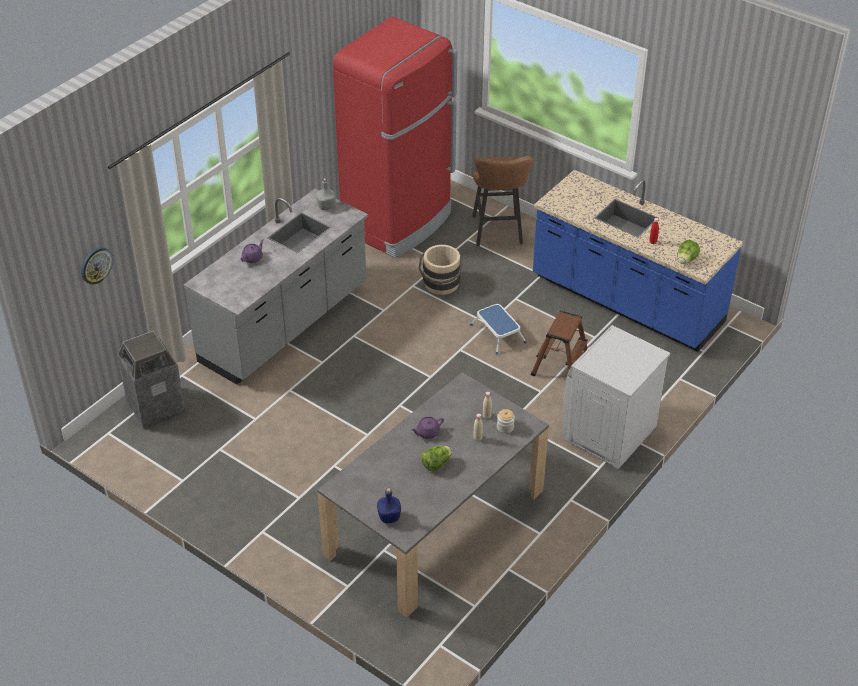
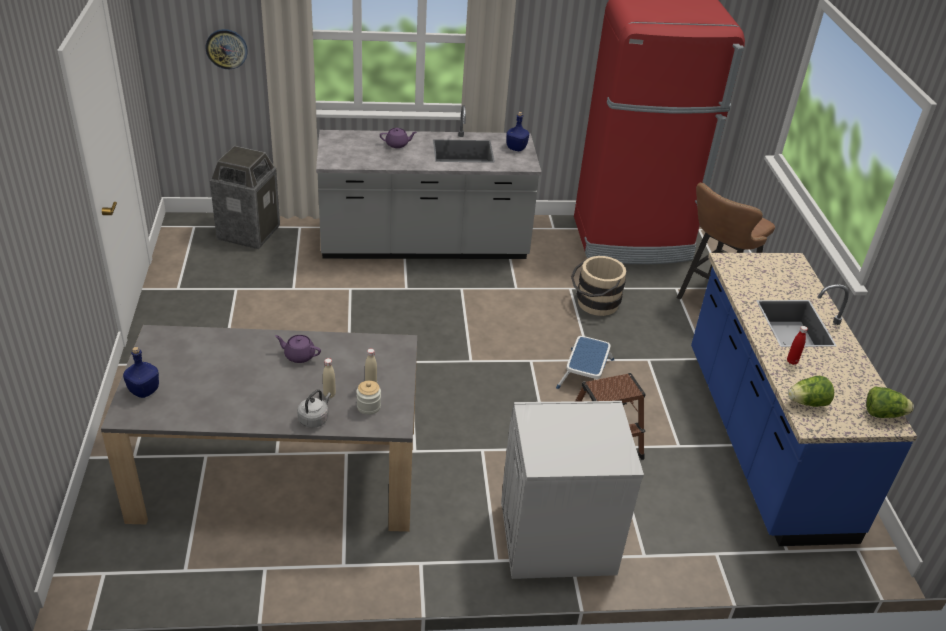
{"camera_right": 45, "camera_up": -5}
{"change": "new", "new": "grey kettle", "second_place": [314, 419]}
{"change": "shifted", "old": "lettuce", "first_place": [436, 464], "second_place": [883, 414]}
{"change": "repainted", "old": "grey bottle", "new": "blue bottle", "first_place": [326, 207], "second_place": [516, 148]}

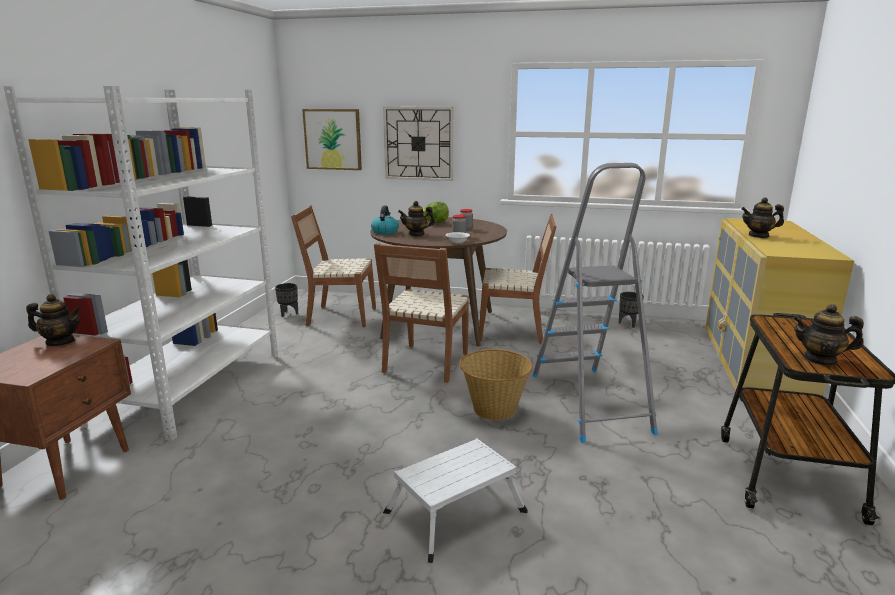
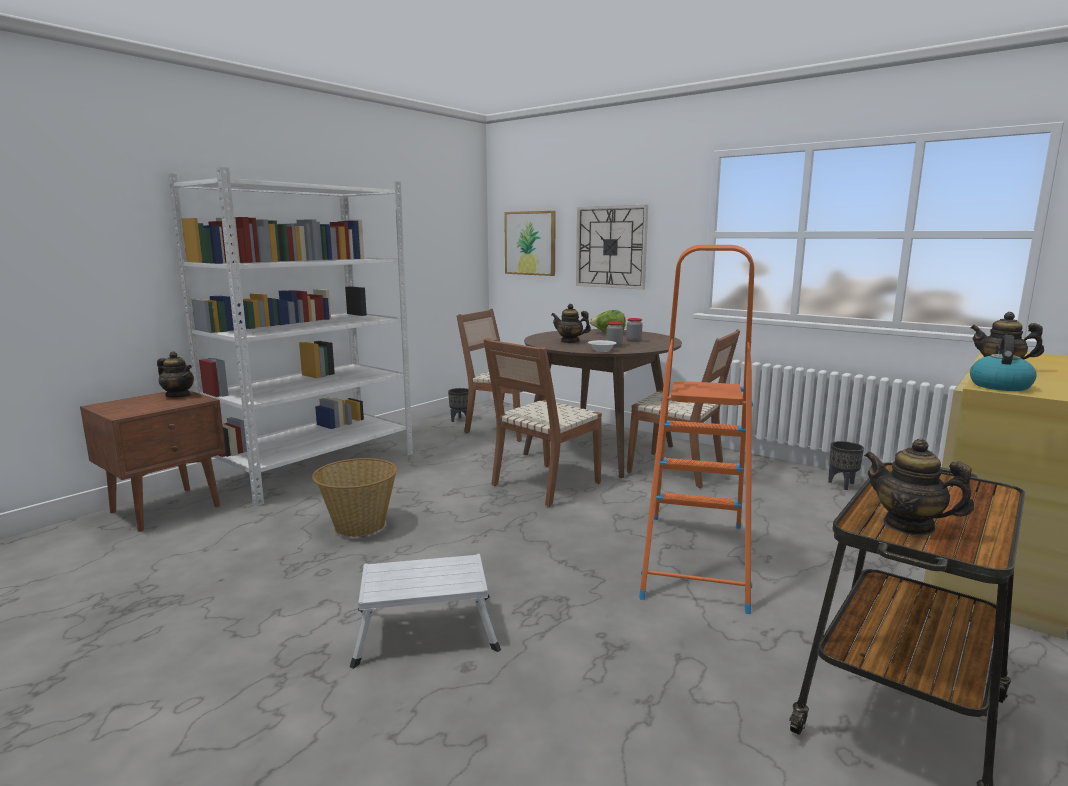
{"camera_right": 25, "camera_up": -5}
{"change": "shifted", "old": "kettle", "first_place": [385, 231], "second_place": [999, 386]}
{"change": "shifted", "old": "basket", "first_place": [494, 409], "second_place": [359, 525]}
{"change": "repainted", "old": "grey step ladder", "new": "orange step ladder", "first_place": [588, 401], "second_place": [695, 557]}

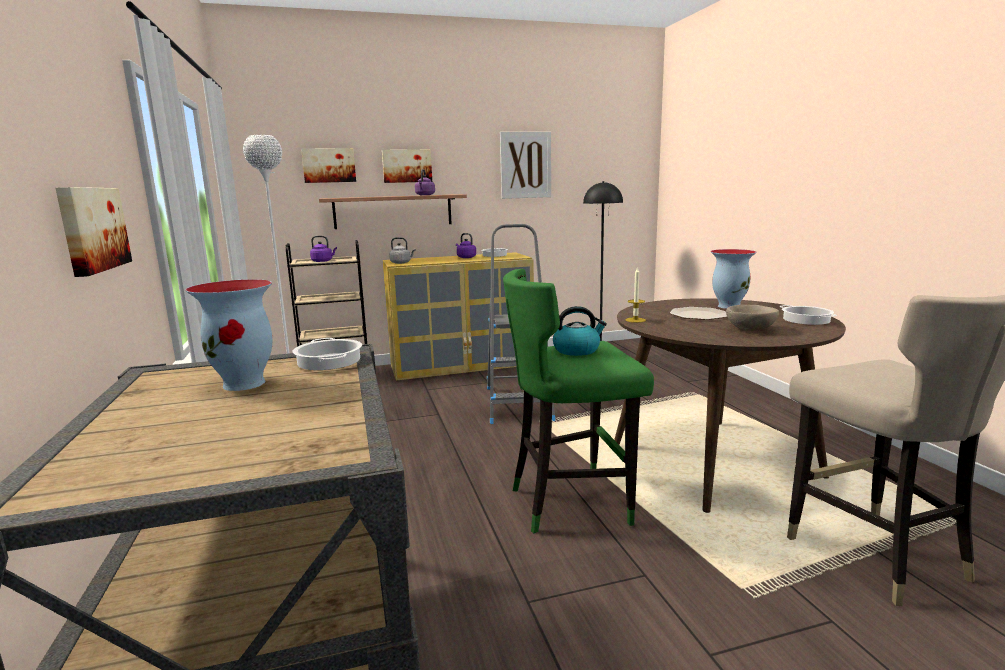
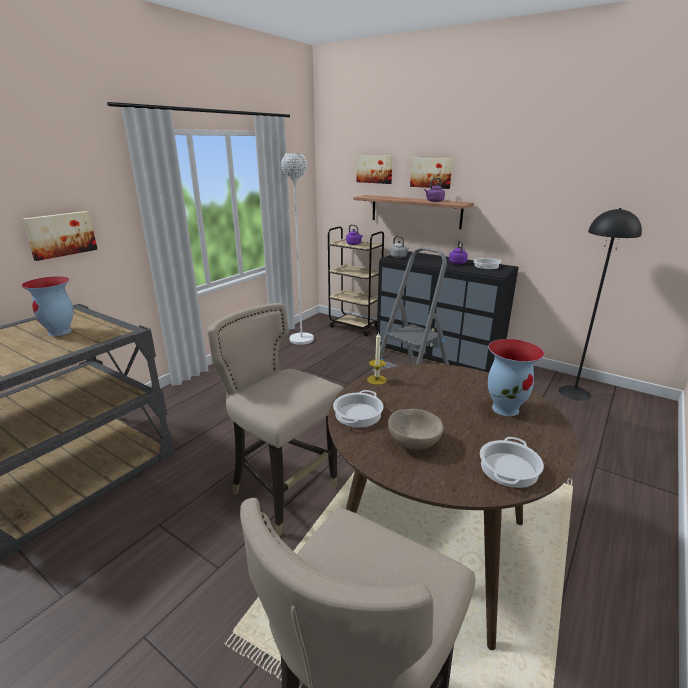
{"camera_right": 50, "camera_up": 10}
{"change": "gone", "old": "picture", "first_place": [525, 165]}
{"change": "gone", "old": "kettle", "first_place": [577, 350]}
{"change": "gone", "old": "plate", "first_place": [699, 315]}
{"change": "shifted", "old": "cooking pot", "first_place": [330, 361], "second_place": [358, 414]}
{"change": "repainted", "old": "yellow cabinet", "new": "black cabinet", "first_place": [462, 365], "second_place": [438, 353]}
{"change": "repainted", "old": "green stool", "new": "beige stool", "first_place": [571, 502], "second_place": [284, 493]}

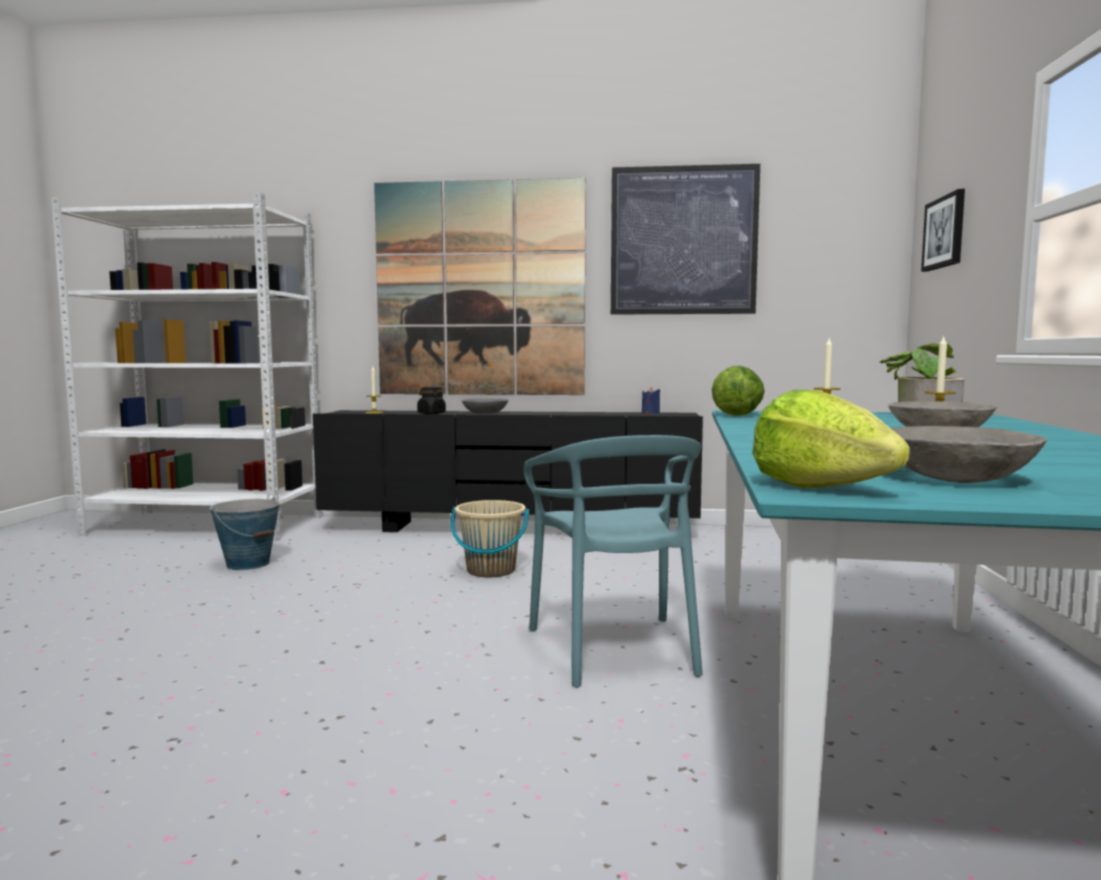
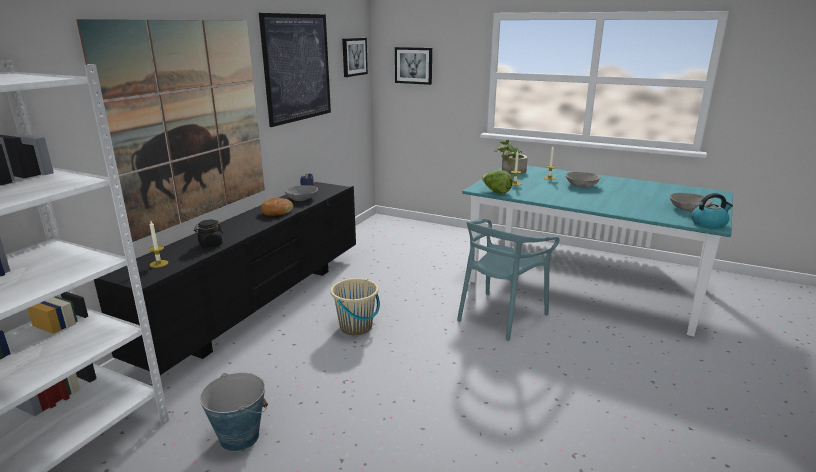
{"camera_right": -70, "camera_up": 15}
{"change": "new", "new": "bread", "second_place": [276, 212]}
{"change": "new", "new": "picture", "second_place": [354, 57]}
{"change": "shifted", "old": "grey bowl", "first_place": [486, 413], "second_place": [302, 199]}
{"change": "swapped", "old": "lettuce", "new": "kettle", "first_place": [820, 487], "second_place": [709, 224]}
{"change": "rotated", "old": "turquoise chair", "first_place": [615, 649], "second_place": [500, 315], "degrees": 120}

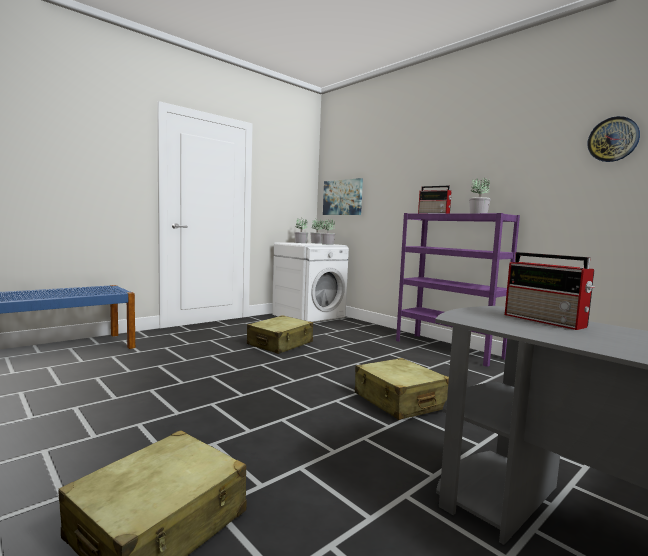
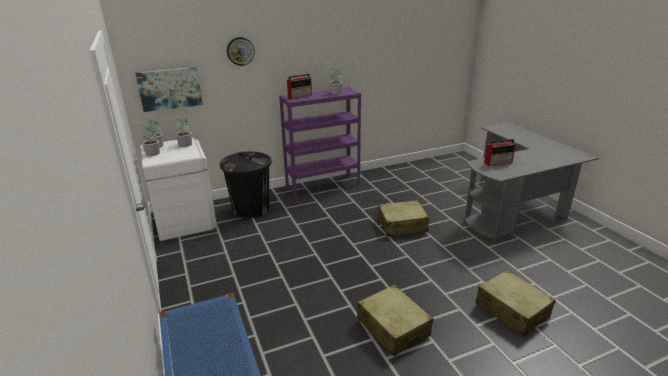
{"camera_right": -70, "camera_up": 20}
{"change": "new", "new": "black trash can", "second_place": [251, 208]}
{"change": "shifted", "old": "beige suitcase", "first_place": [280, 344], "second_place": [393, 327]}
{"change": "shifted", "old": "wall clock", "first_place": [613, 139], "second_place": [240, 51]}

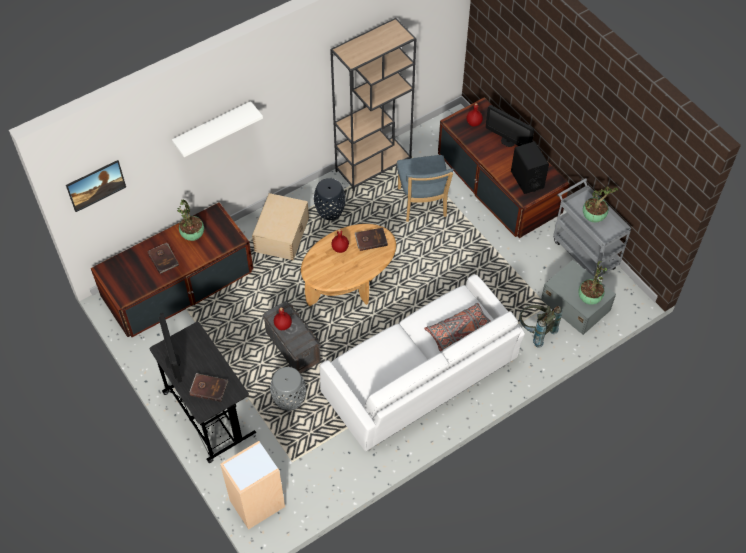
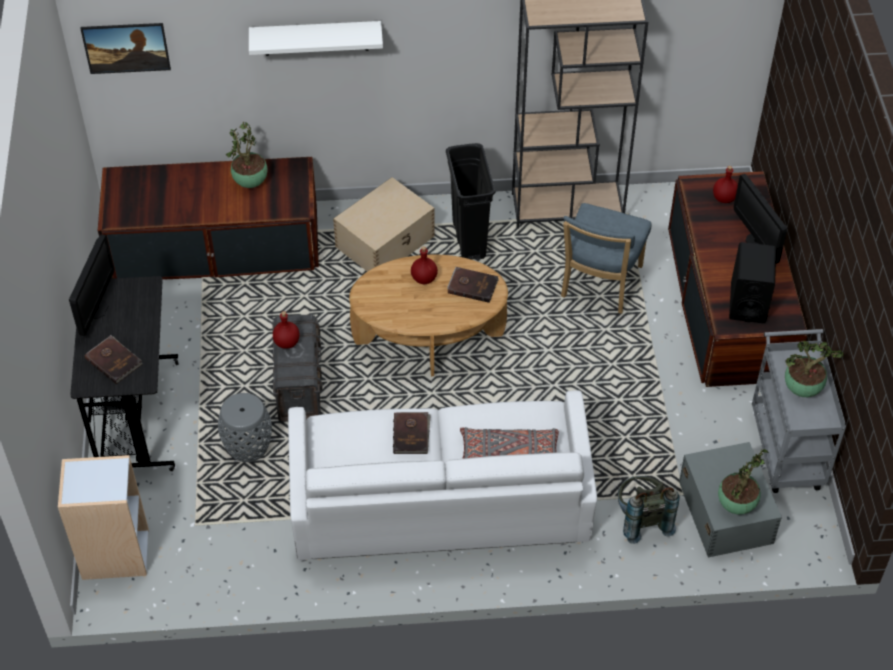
{"camera_right": 30, "camera_up": -5}
{"change": "shifted", "old": "brown book", "first_place": [163, 259], "second_place": [411, 434]}
{"change": "swapped", "old": "black stool", "new": "black trash can", "first_place": [330, 211], "second_place": [468, 239]}

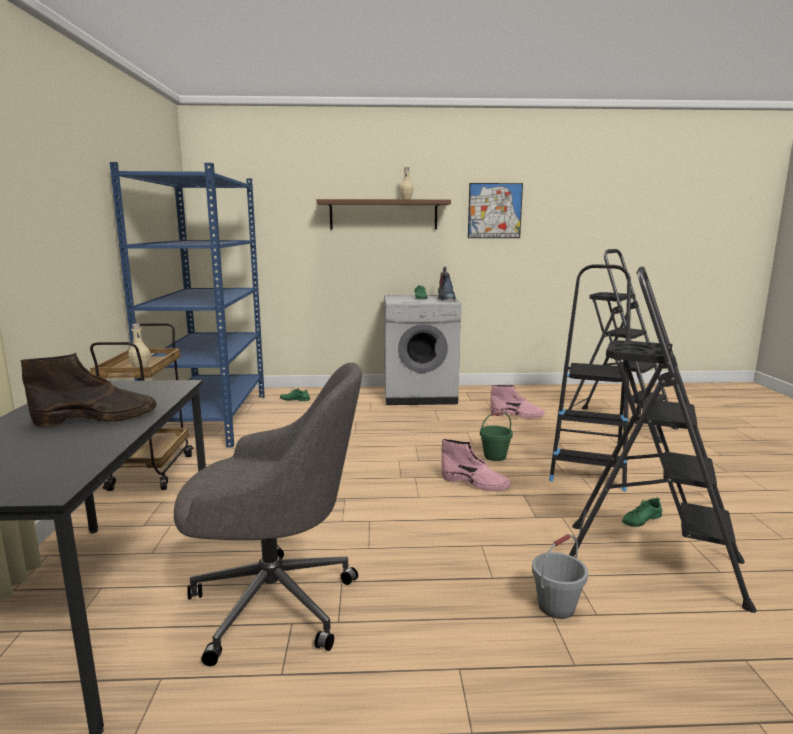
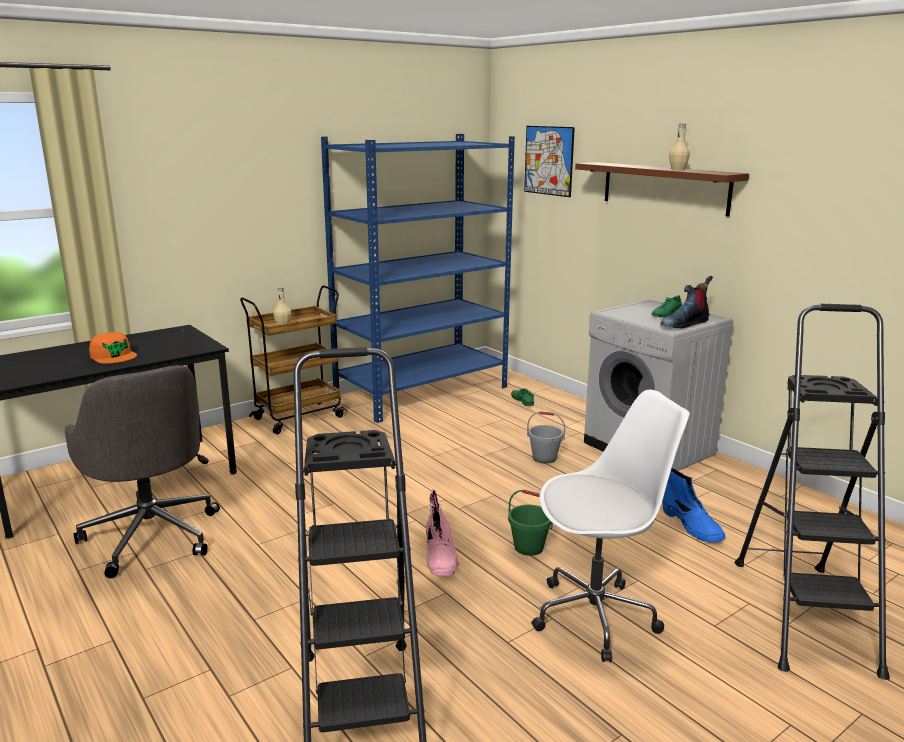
{"camera_right": 55, "camera_up": 5}
{"change": "gone", "old": "green shoe", "first_place": [641, 519]}
{"change": "shifted", "old": "picture", "first_place": [494, 211], "second_place": [548, 160]}
{"change": "shifted", "old": "grey bucket", "first_place": [556, 606], "second_place": [544, 458]}
{"change": "swapped", "old": "brown boot", "new": "orange cap", "first_place": [98, 418], "second_place": [113, 356]}
{"change": "swapped", "old": "black step ladder", "new": "white office chair", "first_place": [587, 463], "second_place": [597, 616]}
{"change": "repainted", "old": "pink boot", "new": "blue boot", "first_place": [517, 415], "second_place": [692, 526]}

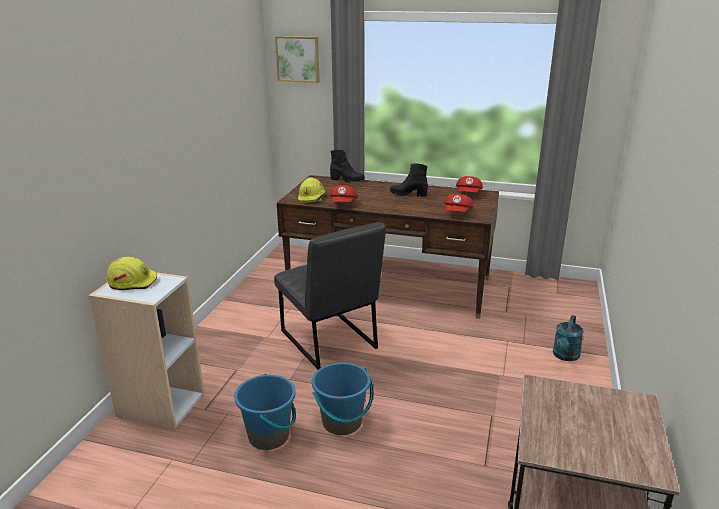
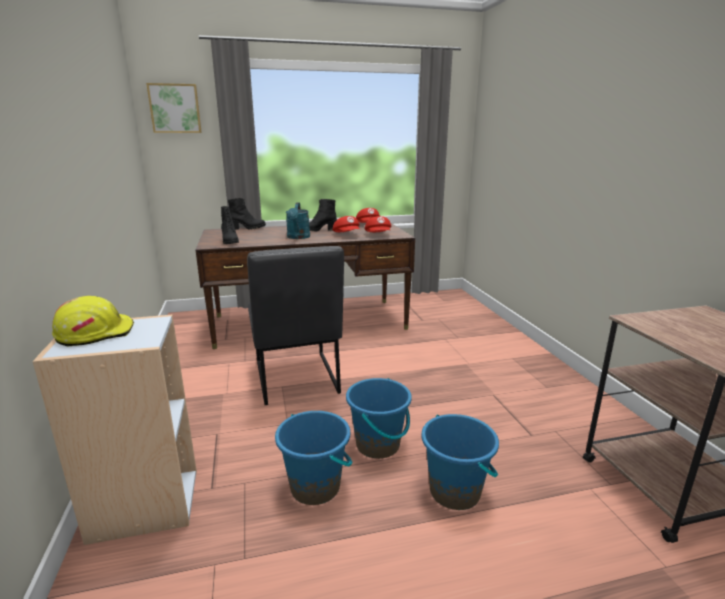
{"camera_right": -30, "camera_up": -5}
{"change": "new", "new": "blue bucket", "second_place": [455, 491]}
{"change": "shifted", "old": "red cap", "first_place": [343, 204], "second_place": [347, 234]}
{"change": "shifted", "old": "turquoise watering can", "first_place": [565, 356], "second_place": [298, 237]}
{"change": "swapped", "old": "yellow hard hat", "new": "black boot", "first_place": [312, 198], "second_place": [229, 242]}
{"change": "rotated", "old": "grey chair", "first_place": [329, 341], "second_place": [296, 378], "degrees": 45}

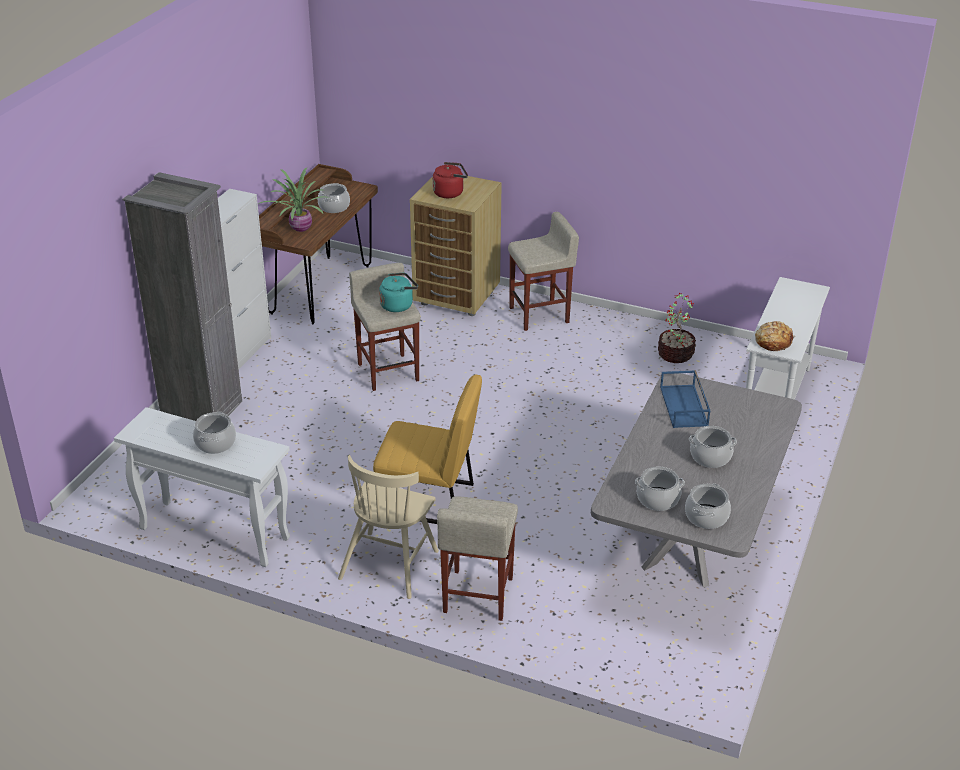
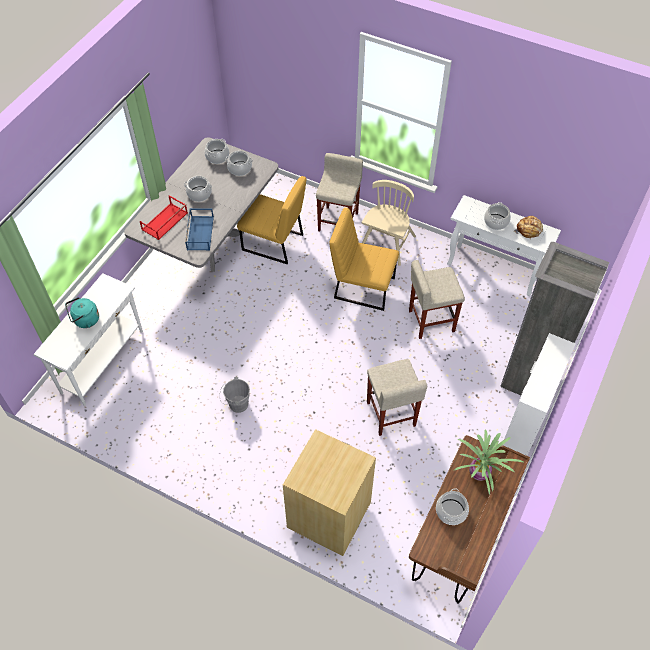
{"camera_right": -175, "camera_up": 20}
{"change": "gone", "old": "red kettle", "first_place": [450, 193]}
{"change": "gone", "old": "potted plant", "first_place": [675, 354]}
{"change": "new", "new": "red tray", "second_place": [165, 222]}
{"change": "new", "new": "grey bucket", "second_place": [236, 404]}
{"change": "new", "new": "yellow chair", "second_place": [274, 243]}
{"change": "shifted", "old": "turquoise kettle", "first_place": [398, 305], "second_place": [85, 320]}
{"change": "shifted", "old": "beige stool", "first_place": [540, 315], "second_place": [430, 321]}
{"change": "shifted", "old": "bread", "first_place": [773, 341], "second_place": [528, 230]}

